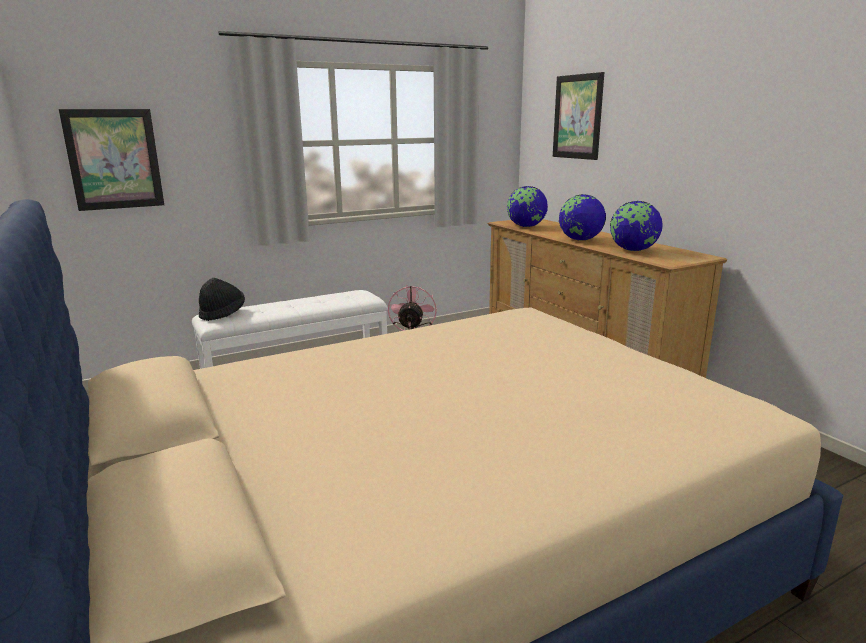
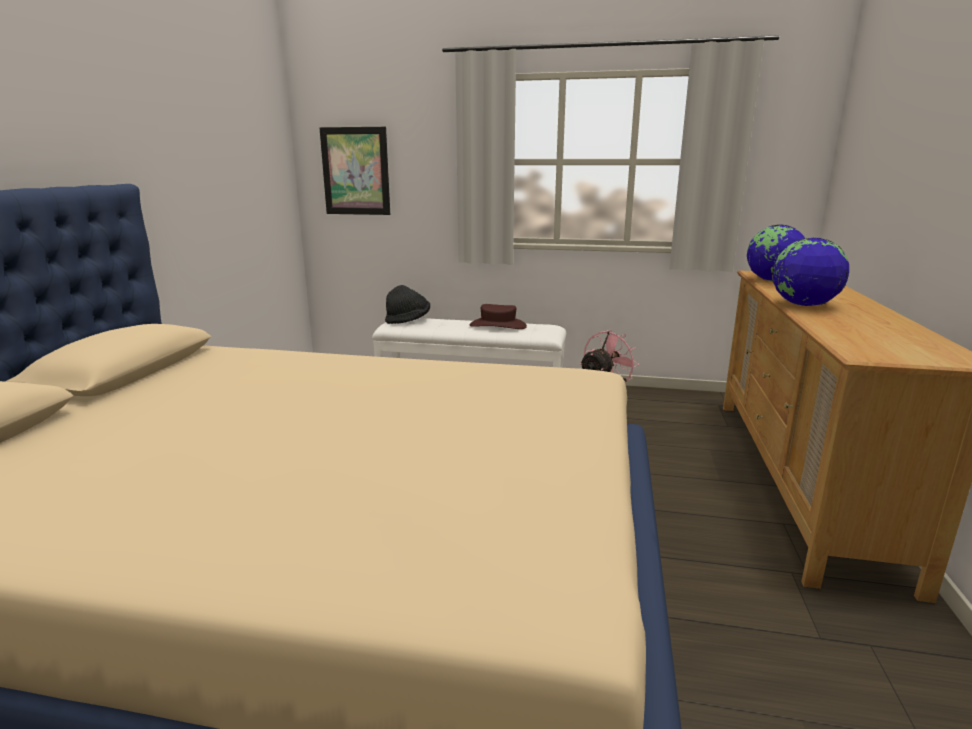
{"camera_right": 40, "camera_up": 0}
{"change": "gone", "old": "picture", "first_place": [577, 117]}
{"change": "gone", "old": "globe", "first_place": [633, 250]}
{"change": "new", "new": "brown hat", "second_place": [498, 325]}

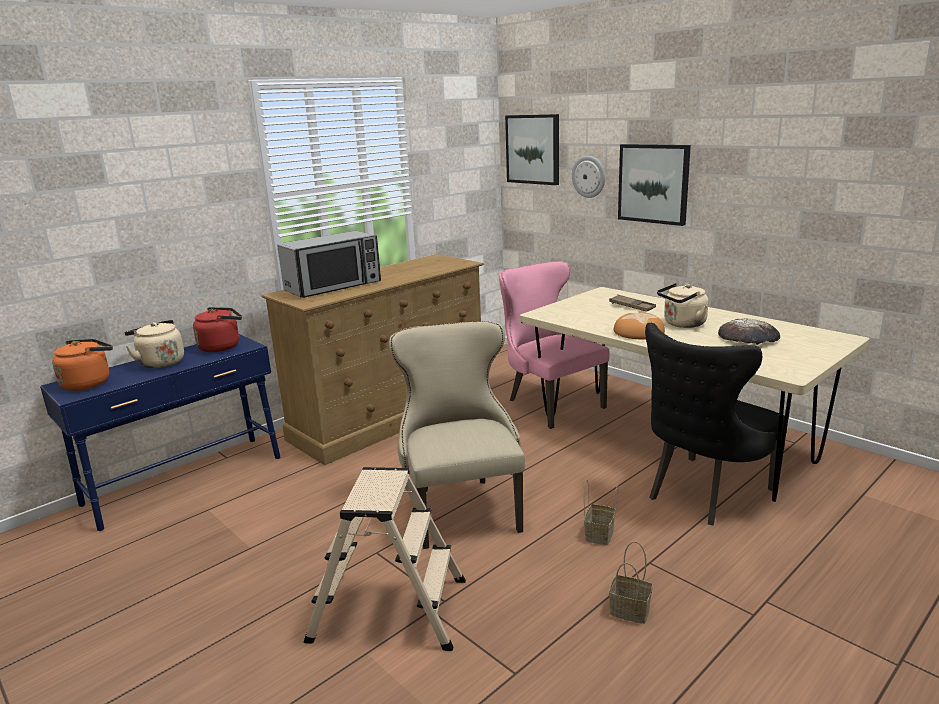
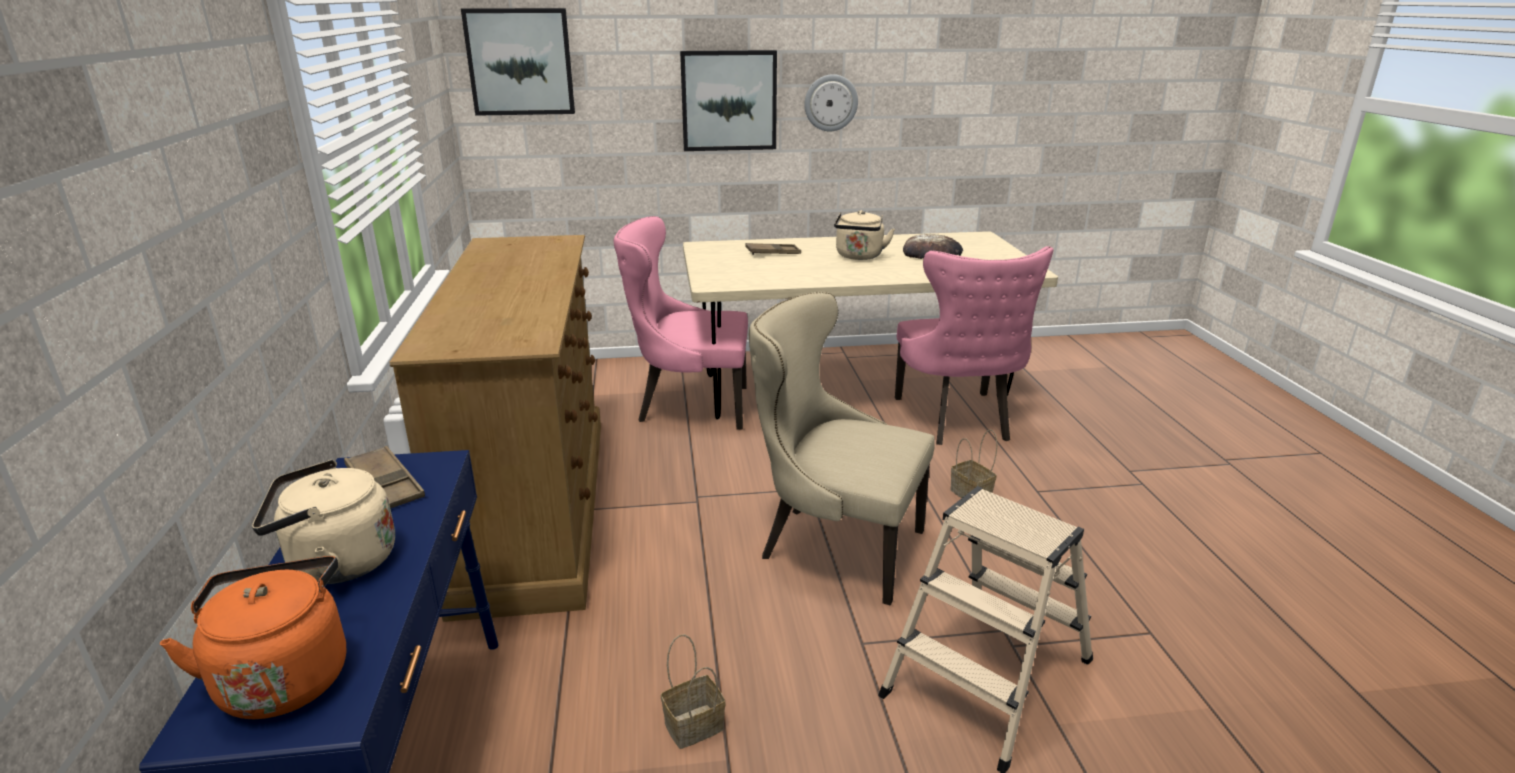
{"camera_right": -55, "camera_up": 5}
{"change": "gone", "old": "microwave", "first_place": [334, 286]}
{"change": "gone", "old": "bread", "first_place": [638, 332]}
{"change": "shifted", "old": "wall clock", "first_place": [589, 176], "second_place": [830, 103]}
{"change": "shifted", "old": "basket", "first_place": [628, 610], "second_place": [692, 727]}
{"change": "swapped", "old": "red kettle", "new": "brown tray", "first_place": [222, 346], "second_place": [385, 485]}
{"change": "repainted", "old": "black chair", "new": "pink chair", "first_place": [704, 493], "second_place": [957, 420]}

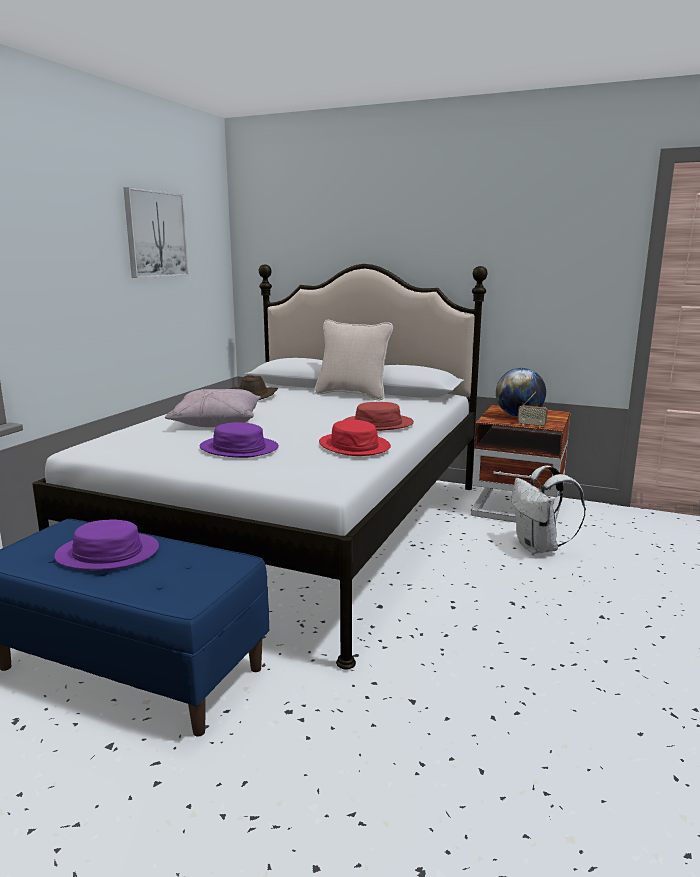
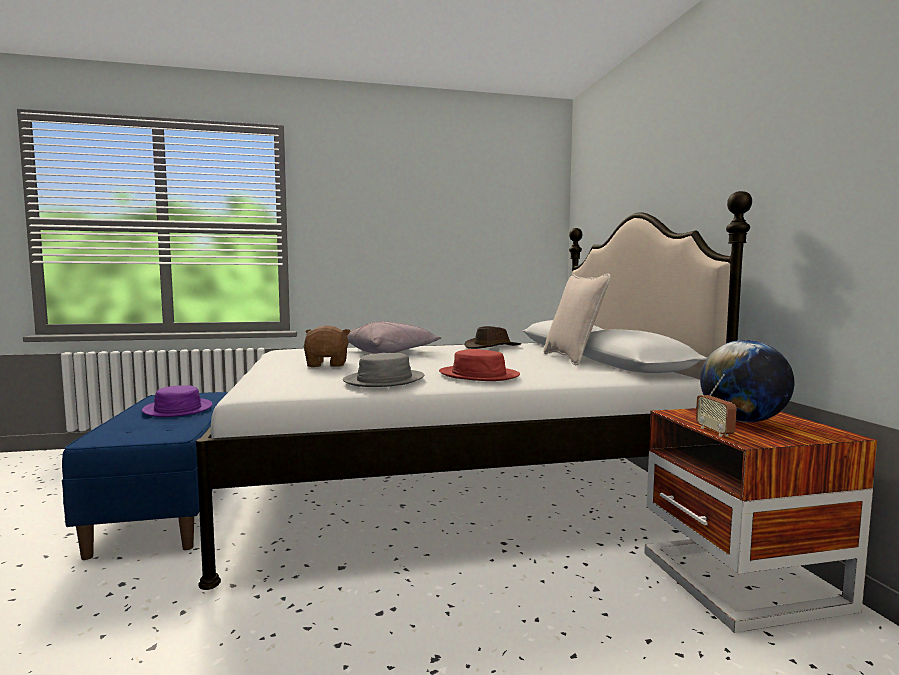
{"camera_right": 55, "camera_up": -10}
{"change": "gone", "old": "picture", "first_place": [155, 234]}
{"change": "gone", "old": "white backpack", "first_place": [539, 548]}
{"change": "swapped", "old": "purple hat", "new": "brown plush toy", "first_place": [239, 448], "second_place": [327, 364]}
{"change": "repainted", "old": "red hat", "new": "grey hat", "first_place": [354, 446], "second_place": [385, 380]}

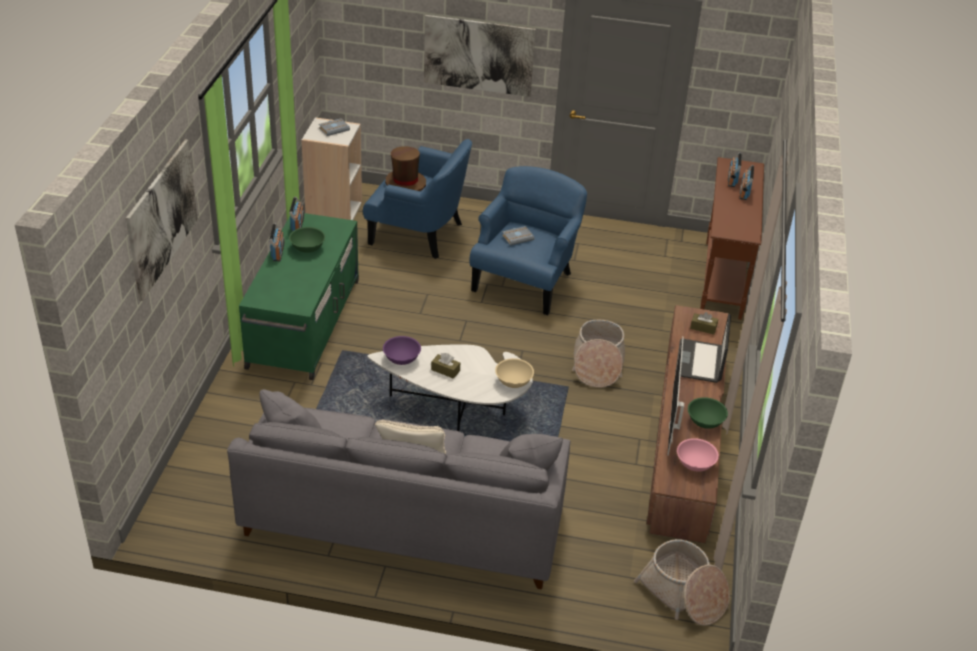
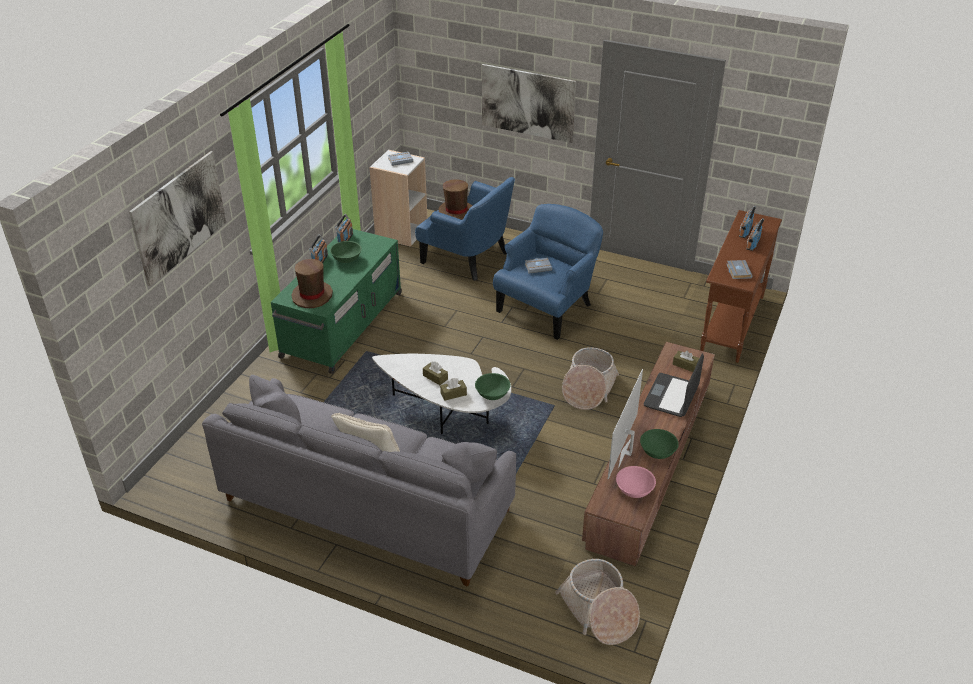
{"camera_right": 15, "camera_up": 0}
{"change": "gone", "old": "purple bowl", "first_place": [402, 359]}
{"change": "new", "new": "brown hat", "second_place": [312, 295]}
{"change": "new", "new": "brown tissue box", "second_place": [453, 394]}
{"change": "new", "new": "grey book", "second_place": [737, 271]}
{"change": "repainted", "old": "beige bowl", "new": "green bowl", "first_place": [513, 381], "second_place": [492, 394]}

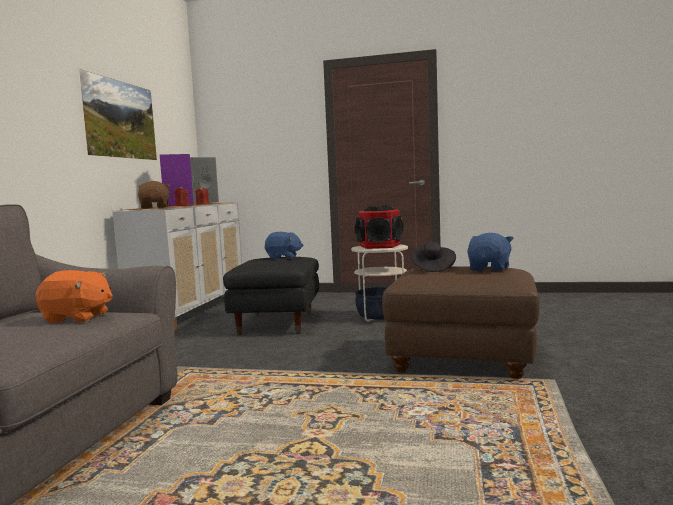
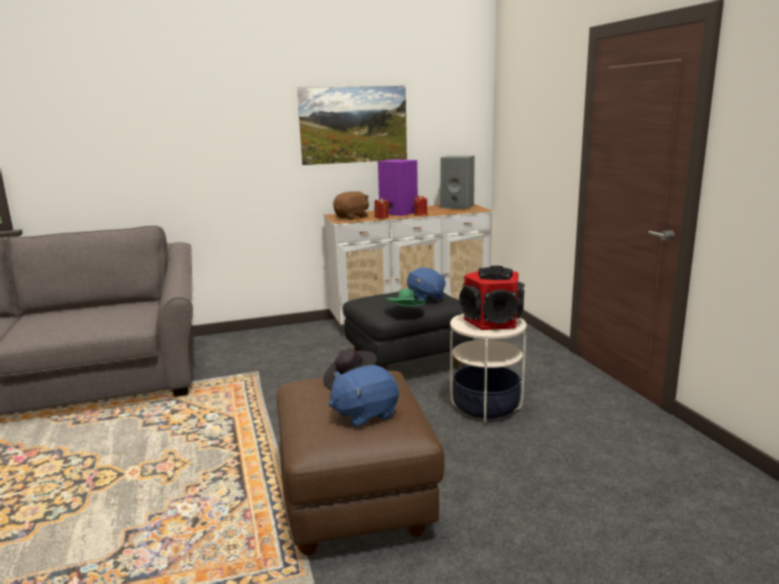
{"camera_right": 60, "camera_up": 10}
{"change": "gone", "old": "orange plush toy", "first_place": [77, 318]}
{"change": "new", "new": "green hat", "second_place": [406, 311]}
{"change": "rotated", "old": "blue plush toy", "first_place": [490, 269], "second_place": [364, 414], "degrees": 150}

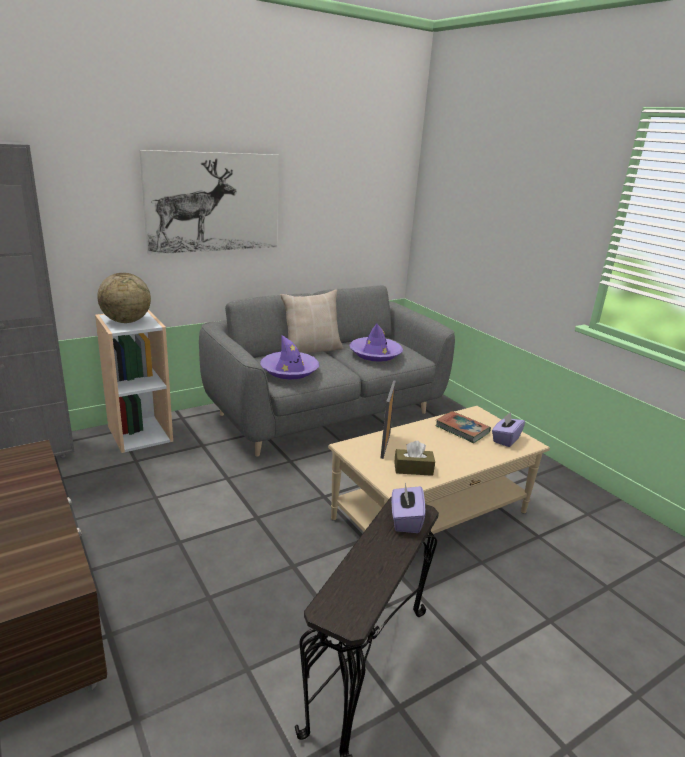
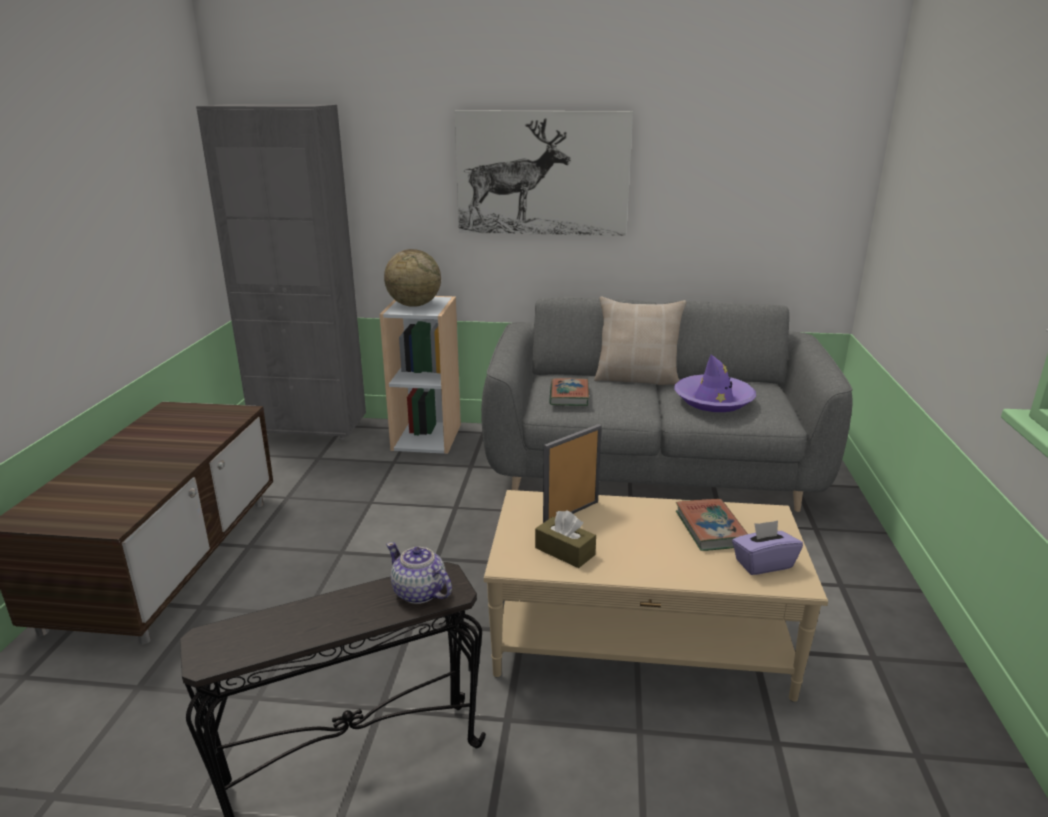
{"camera_right": 40, "camera_up": 0}
{"change": "swapped", "old": "purple hat", "new": "book", "first_place": [289, 370], "second_place": [569, 396]}
{"change": "swapped", "old": "purple tissue box", "new": "teapot", "first_place": [405, 520], "second_place": [419, 593]}

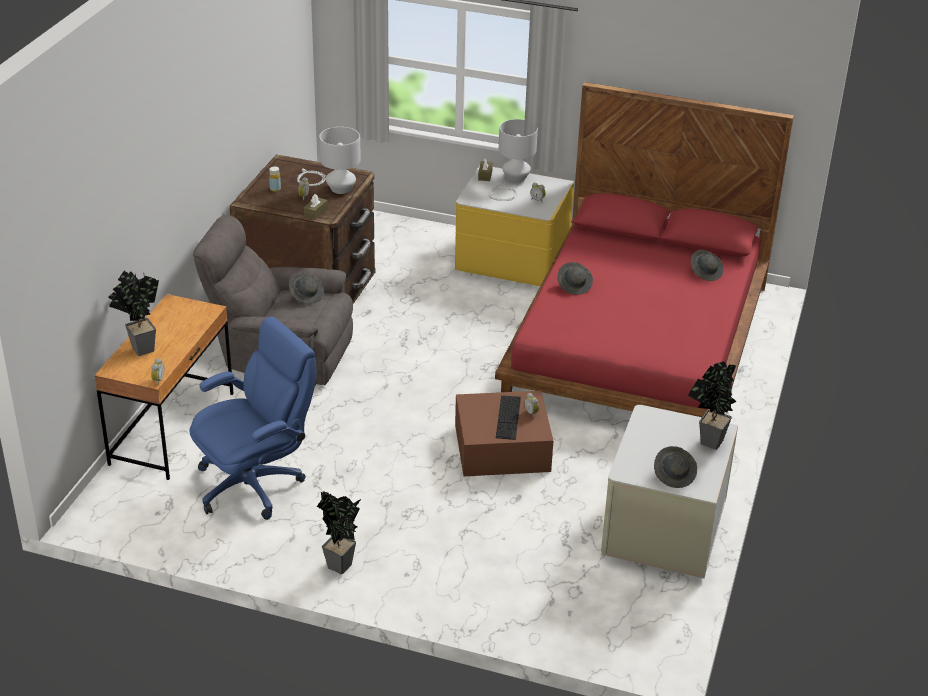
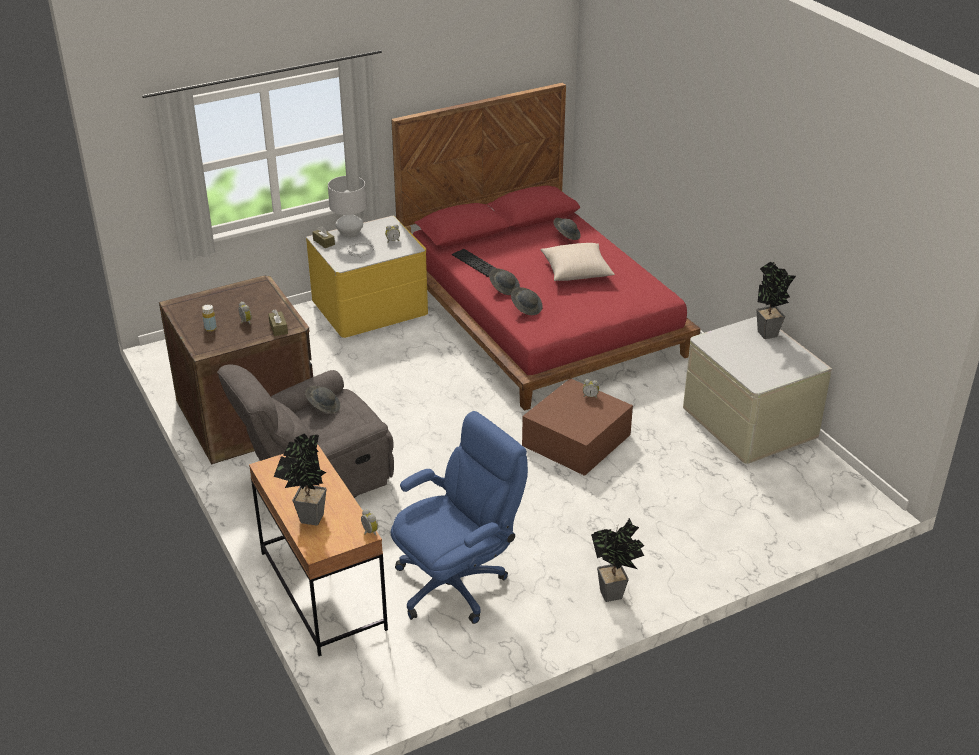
{"camera_right": -45, "camera_up": 0}
{"change": "gone", "old": "white table lamp", "first_place": [329, 185]}
{"change": "new", "new": "beige pillow", "second_place": [576, 272]}
{"change": "shifted", "old": "keyboard", "first_place": [508, 417], "second_place": [475, 263]}
{"change": "shifted", "old": "grey hat", "first_place": [674, 475], "second_place": [526, 308]}
{"change": "rotated", "old": "blue office chair", "first_place": [256, 483], "second_place": [457, 583], "degrees": 45}

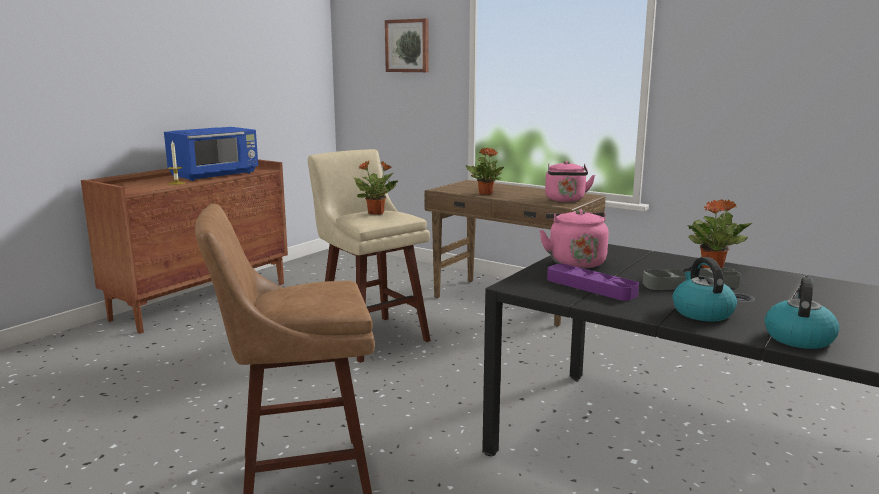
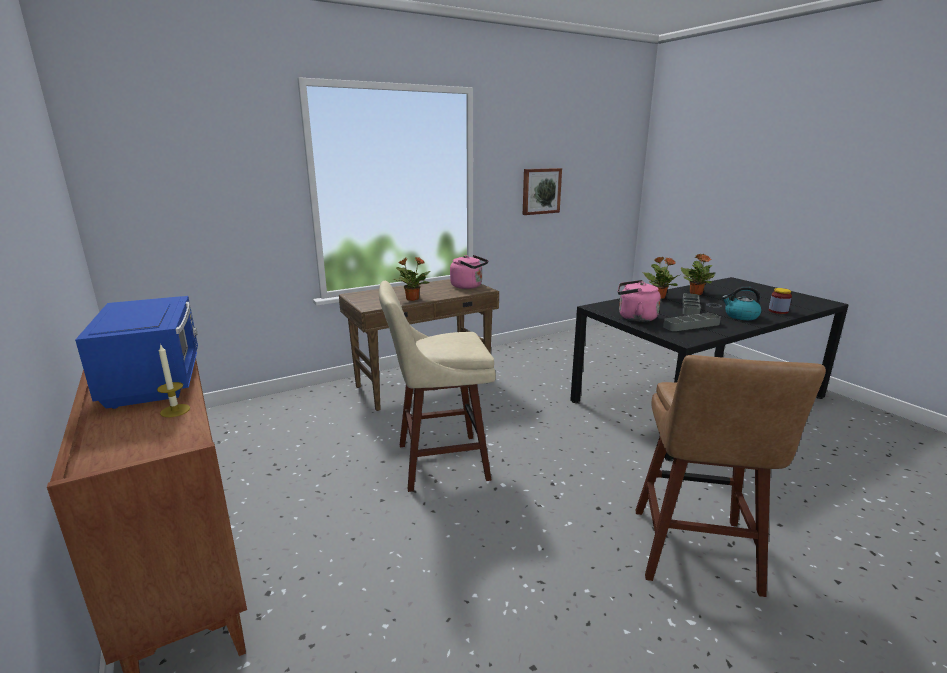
{"camera_right": -65, "camera_up": 5}
{"change": "shifted", "old": "potted plant", "first_place": [377, 213], "second_place": [695, 293]}
{"change": "shifted", "old": "picture", "first_place": [408, 46], "second_place": [541, 191]}
{"change": "swapped", "old": "kettle", "new": "jar", "first_place": [798, 338], "second_place": [778, 311]}
{"change": "repainted", "old": "purple tray", "new": "grey tray", "first_place": [590, 287], "second_place": [691, 325]}

